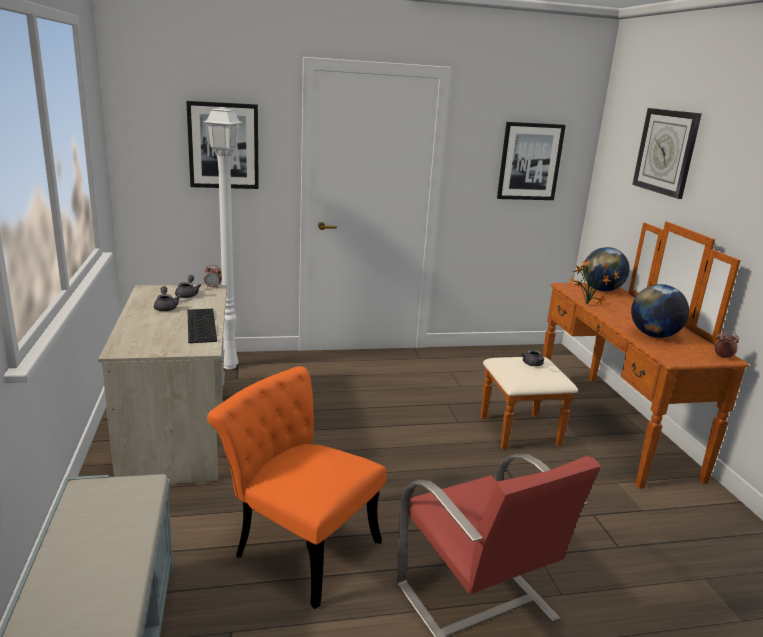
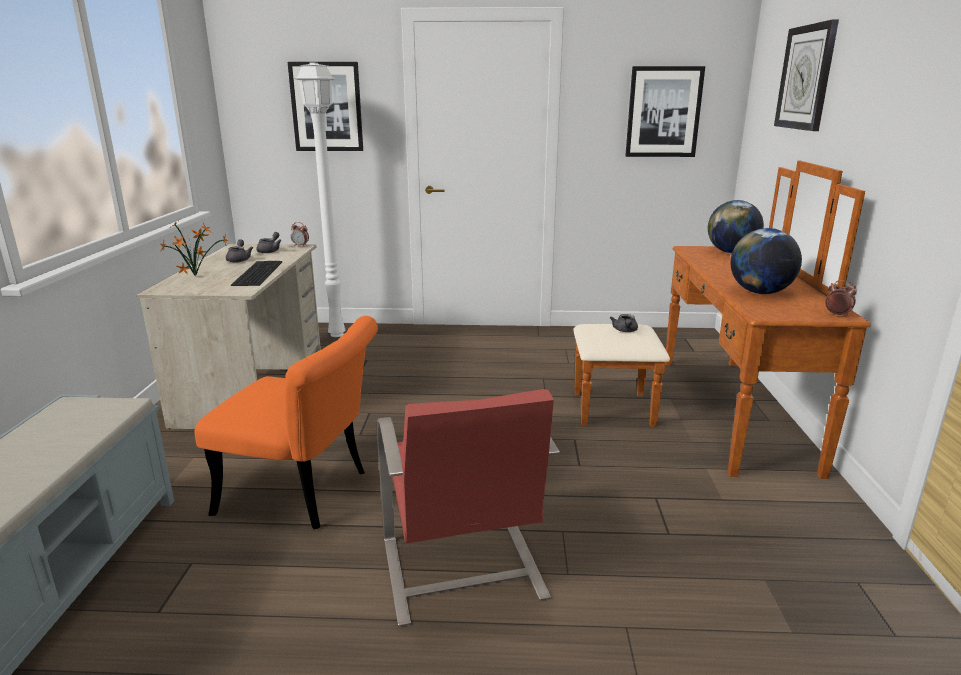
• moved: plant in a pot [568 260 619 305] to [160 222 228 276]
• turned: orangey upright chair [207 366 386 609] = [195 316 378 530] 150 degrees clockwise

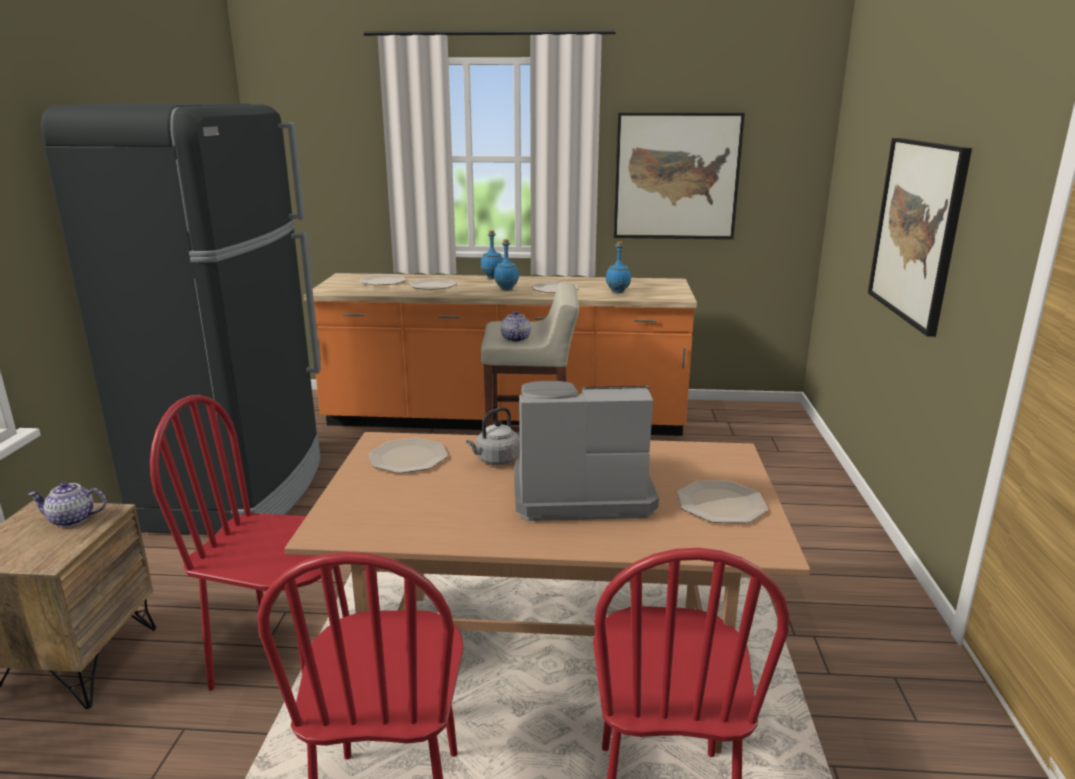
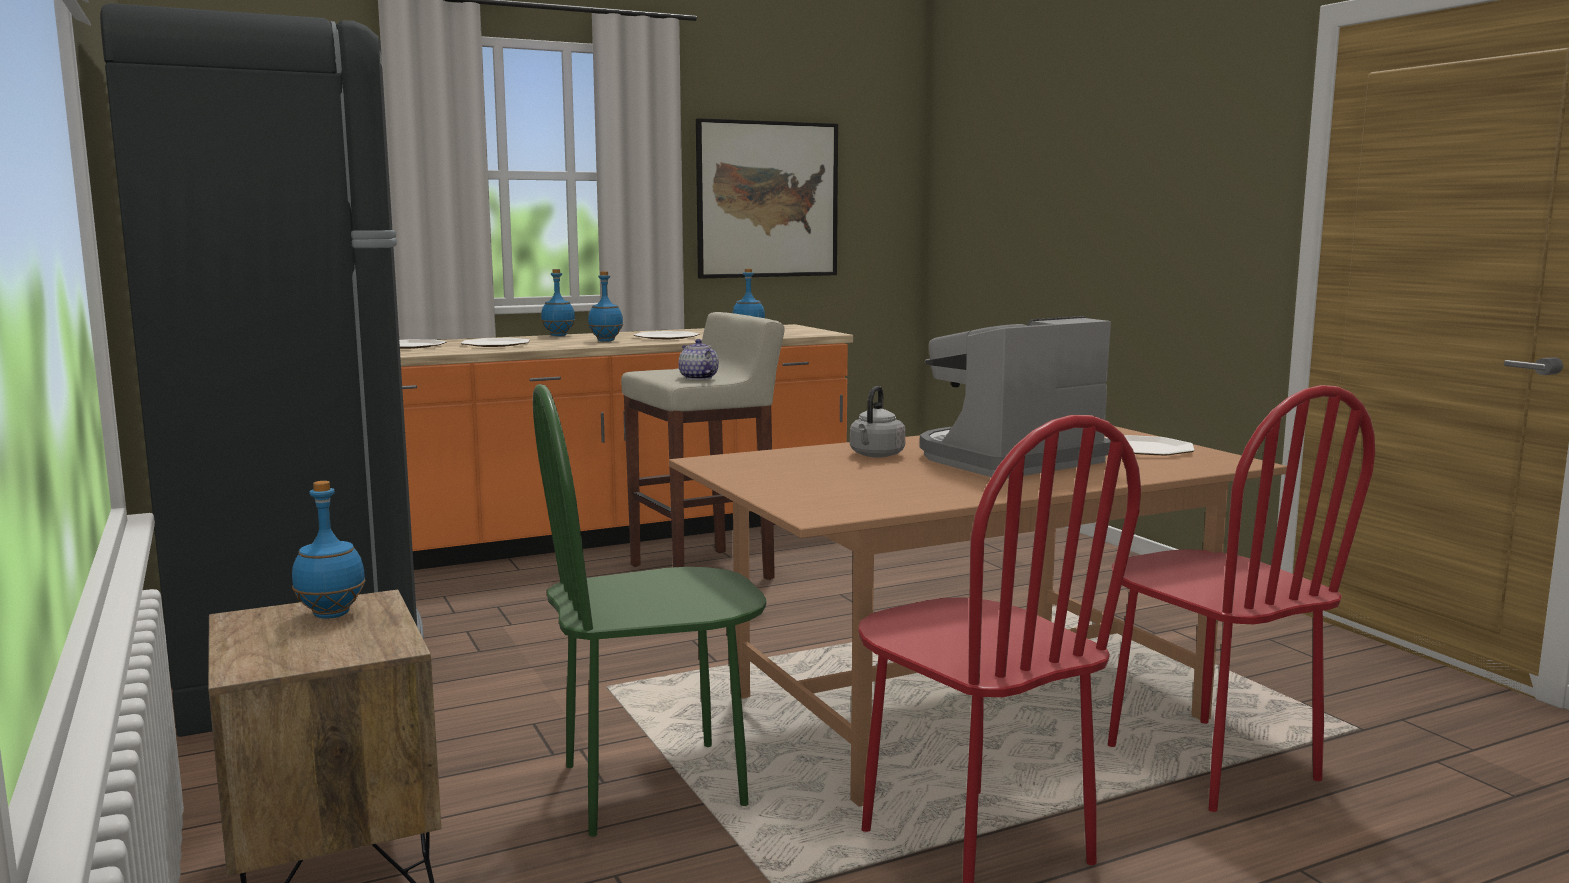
• removed: plate [369 438 448 473]
• removed: picture [868 138 972 337]
• replaced: pot for tea [28 482 106 527] to bluish drink bottle [292 481 366 619]
• recoloured: red-coloured upright chair [150 395 349 691] to green-coloured upright chair [533 384 767 837]

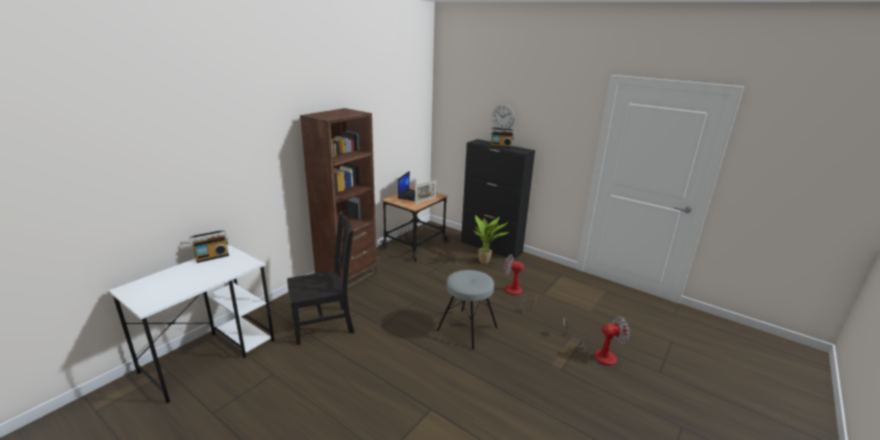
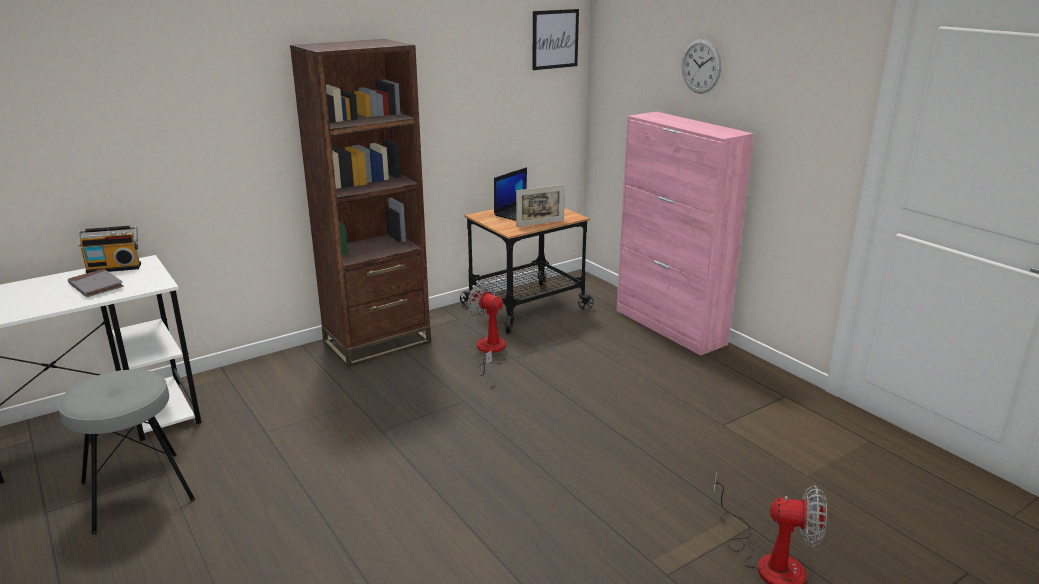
• removed: black upright chair [287 211 355 345]
• removed: plant in a pot [473 216 509 264]
• removed: radio receiver [491 127 515 148]
• added: grey book [68 269 124 297]
• added: picture [532 9 579 70]
• moved: grey stool [436 270 498 350] to [58 370 195 535]
• moved: fan [504 254 536 311] to [467 281 508 376]
• recoloured: black cabinet [461 139 535 259] to pinkish cabinet [617 112 754 356]

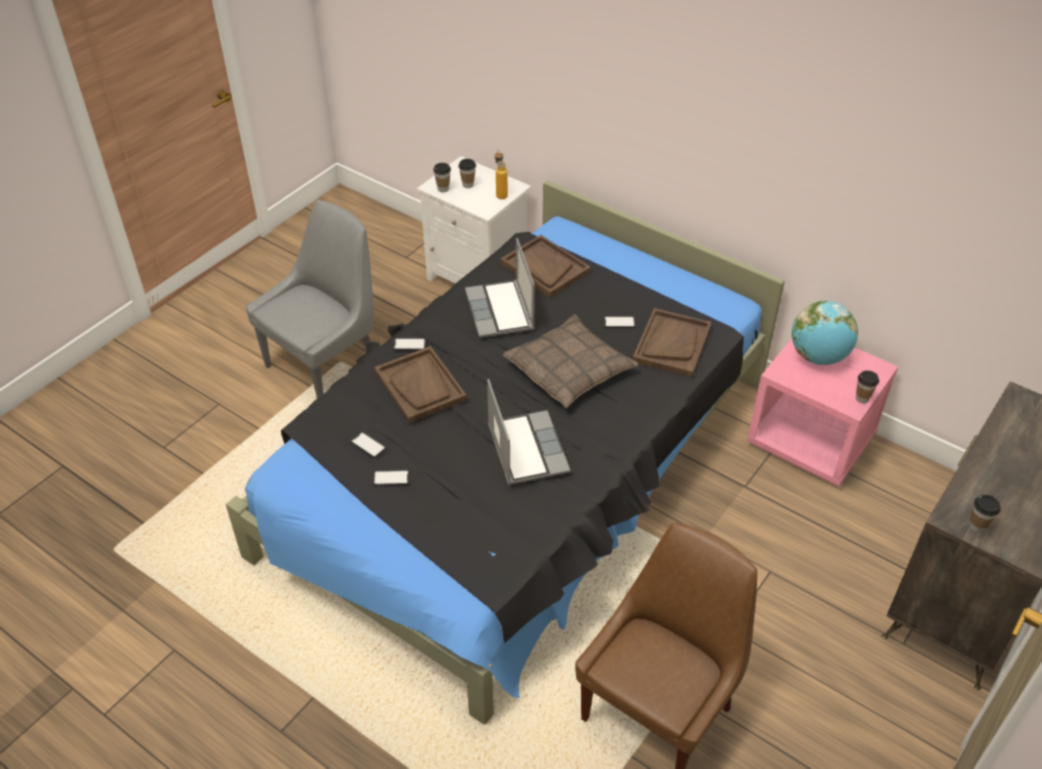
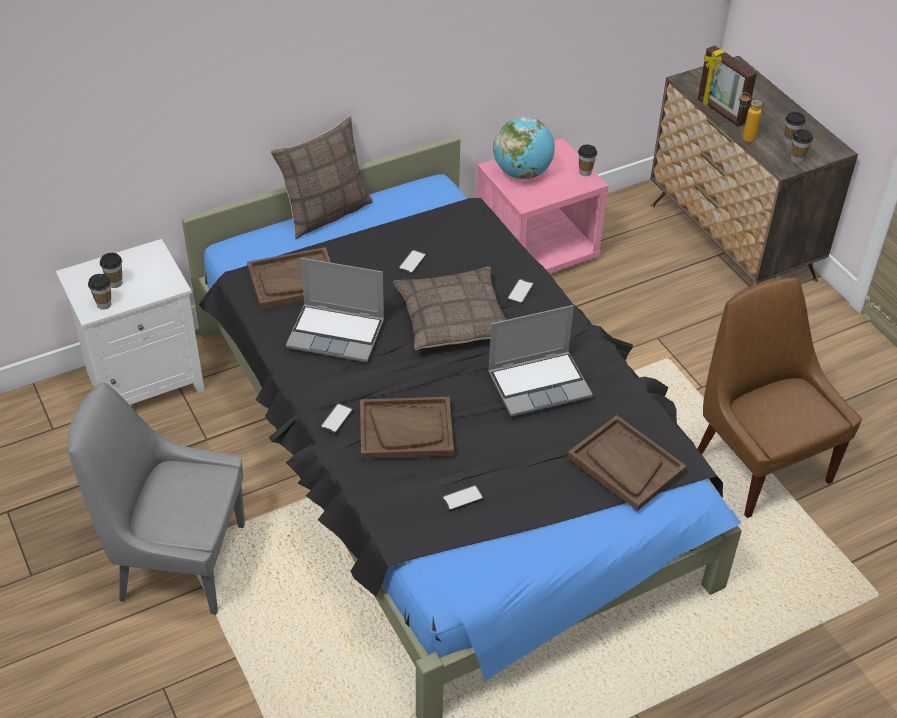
• added: cushion [271 117 373 239]
• added: standing frame [698 45 757 127]
• added: small cup [784 112 806 145]
• moved: telephone [373 470 410 486] to [507 278 534 304]
• moved: drink bottle [495 151 508 199] to [739 93 762 143]
• moved: brownish serving tray [633 308 712 377] to [567 415 687 511]
• turned: grey upright chair [246 200 374 398] = [68 382 245 615] 60 degrees counterclockwise
• turned: notebook computer [487 379 570 485] = [488 305 593 417] 150 degrees clockwise

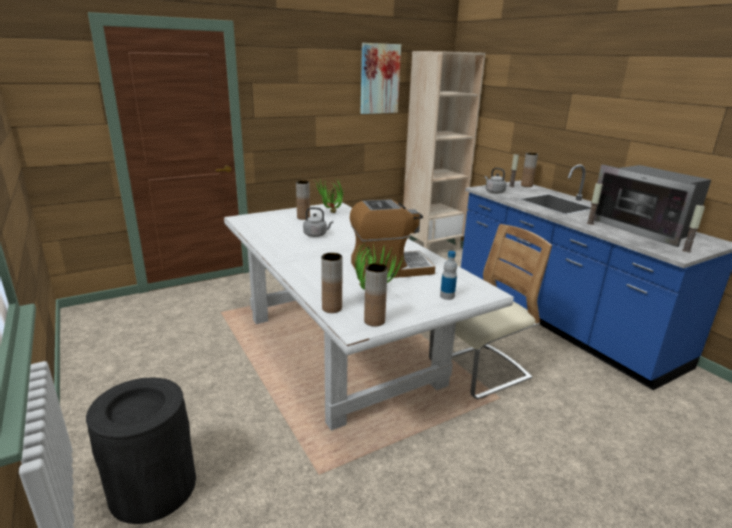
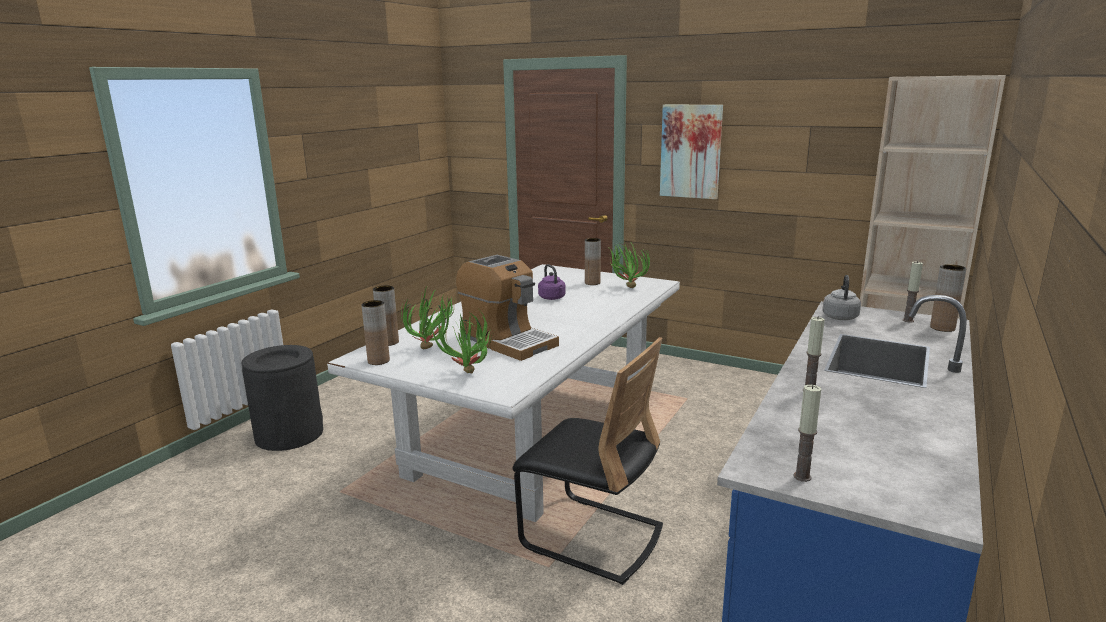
• removed: microwave [594 165 711 247]
• moved: picture [361 43 401 114] to [660 105 723 199]
• replaced: drink bottle [440 251 457 300] to plant in a pot [431 312 493 373]
• recoloured: grey kettle [303 207 333 237] to purplish kettle [538 264 566 300]
• recoloured: beige-coloured upright chair [429 224 552 399] to black upright chair [513 337 663 585]

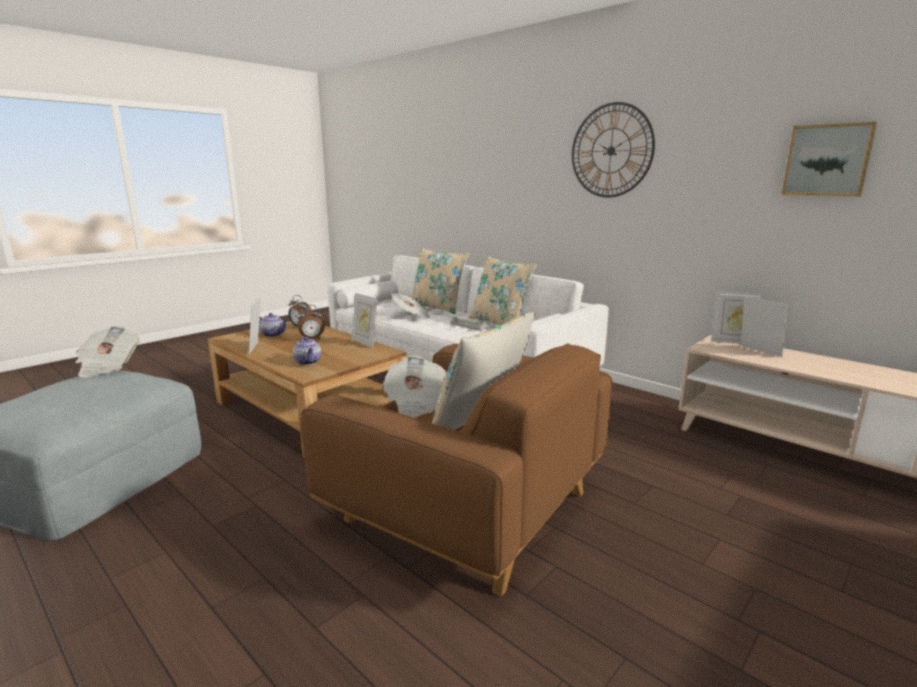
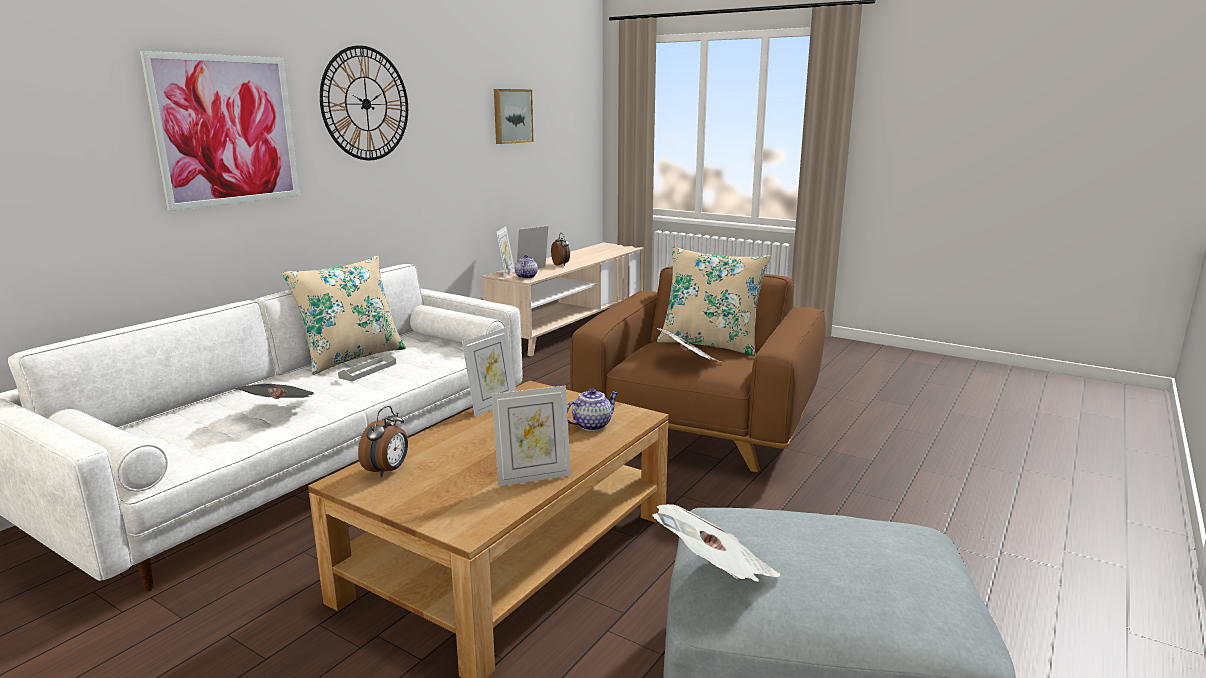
• removed: beige-coloured cushion [411 248 469 314]
• added: picture [140 51 300 211]
• moved: pot for tea [259 313 288 337] to [515 255 538 279]
• moved: alarm clock [297 305 325 339] to [551 233 570 266]

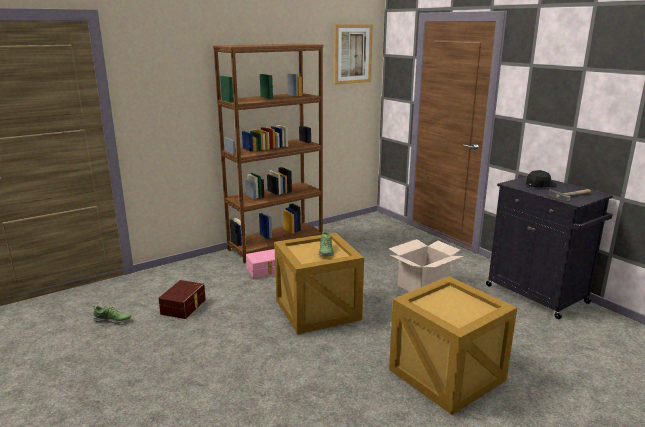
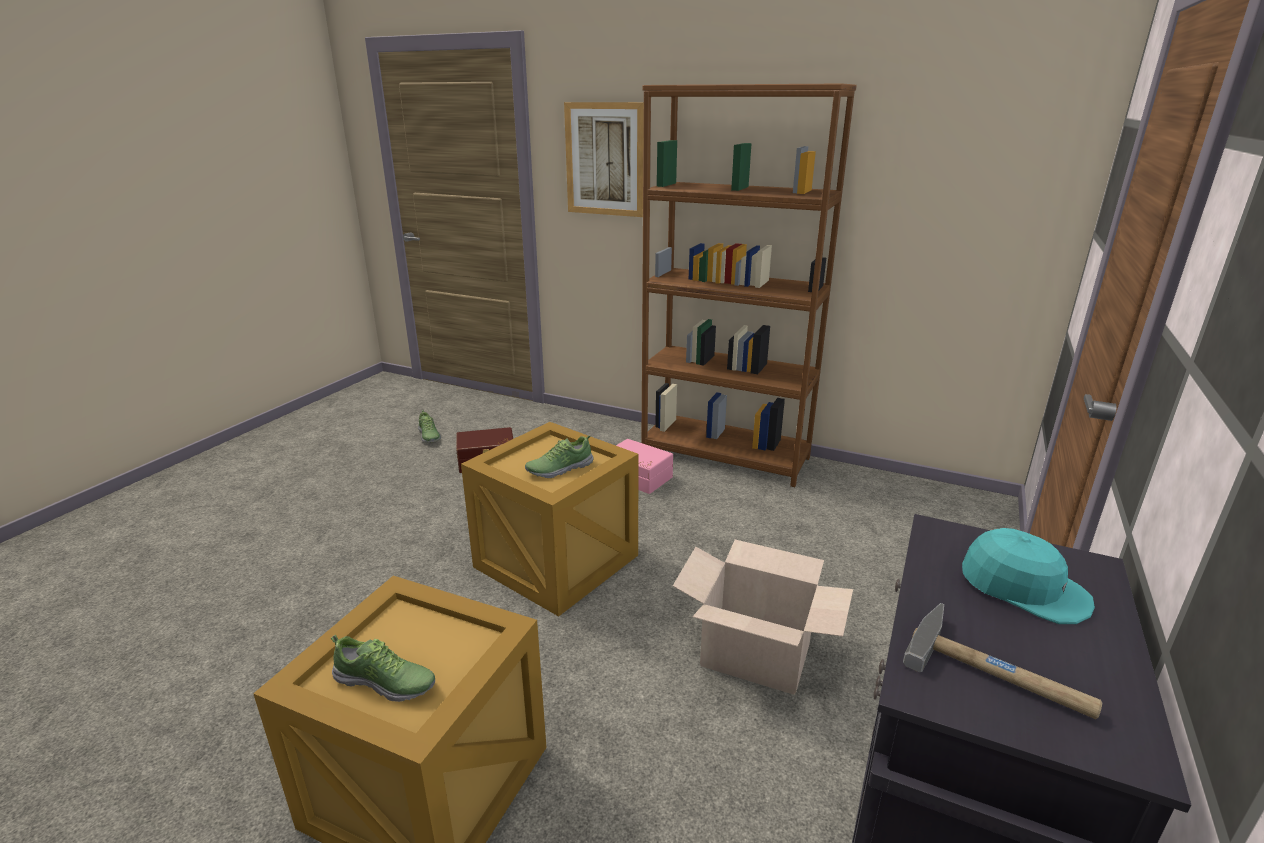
• added: low shoe [331 635 435 702]
• moved: picture [334 25 373 85] to [564 102 644 217]
• recoloured: black cap [526 170 557 187] to turquoise-coloured cap [962 528 1095 624]

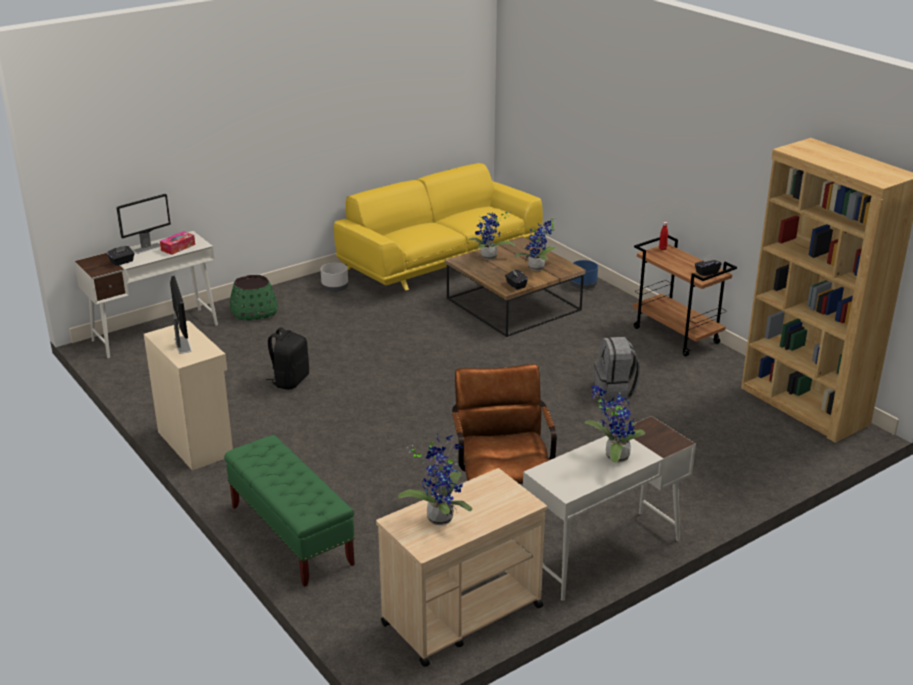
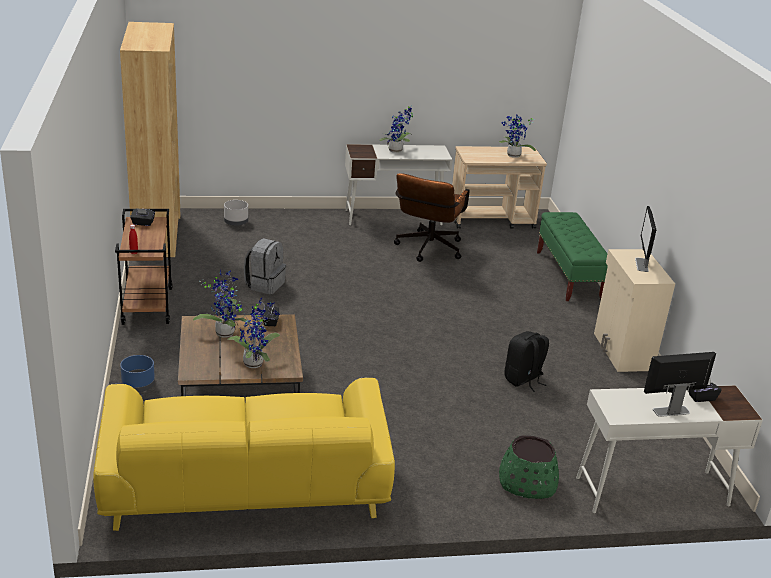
• removed: box of tissues [160 231 195 255]
• moved: grey flower pot [321 263 348 292] to [224 200 248 226]

